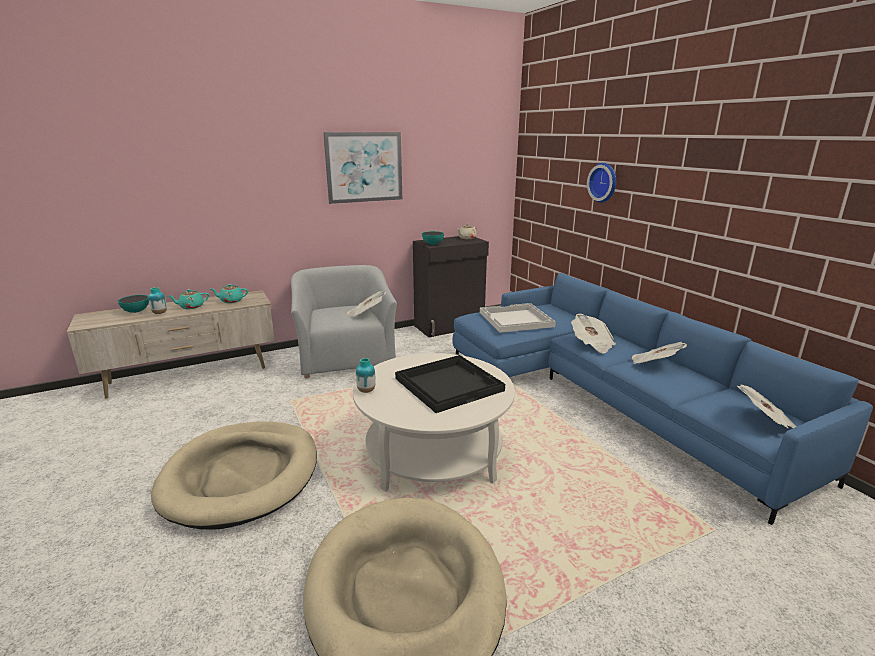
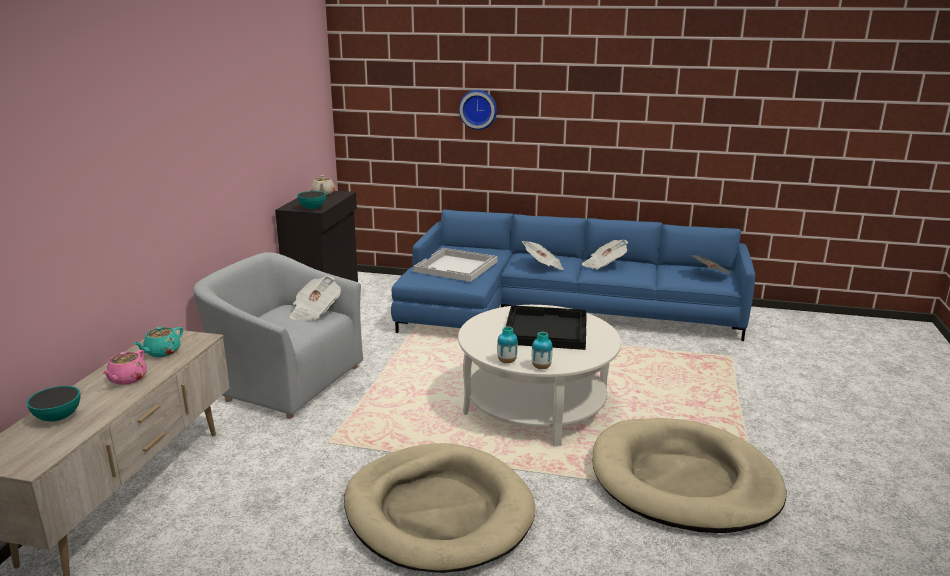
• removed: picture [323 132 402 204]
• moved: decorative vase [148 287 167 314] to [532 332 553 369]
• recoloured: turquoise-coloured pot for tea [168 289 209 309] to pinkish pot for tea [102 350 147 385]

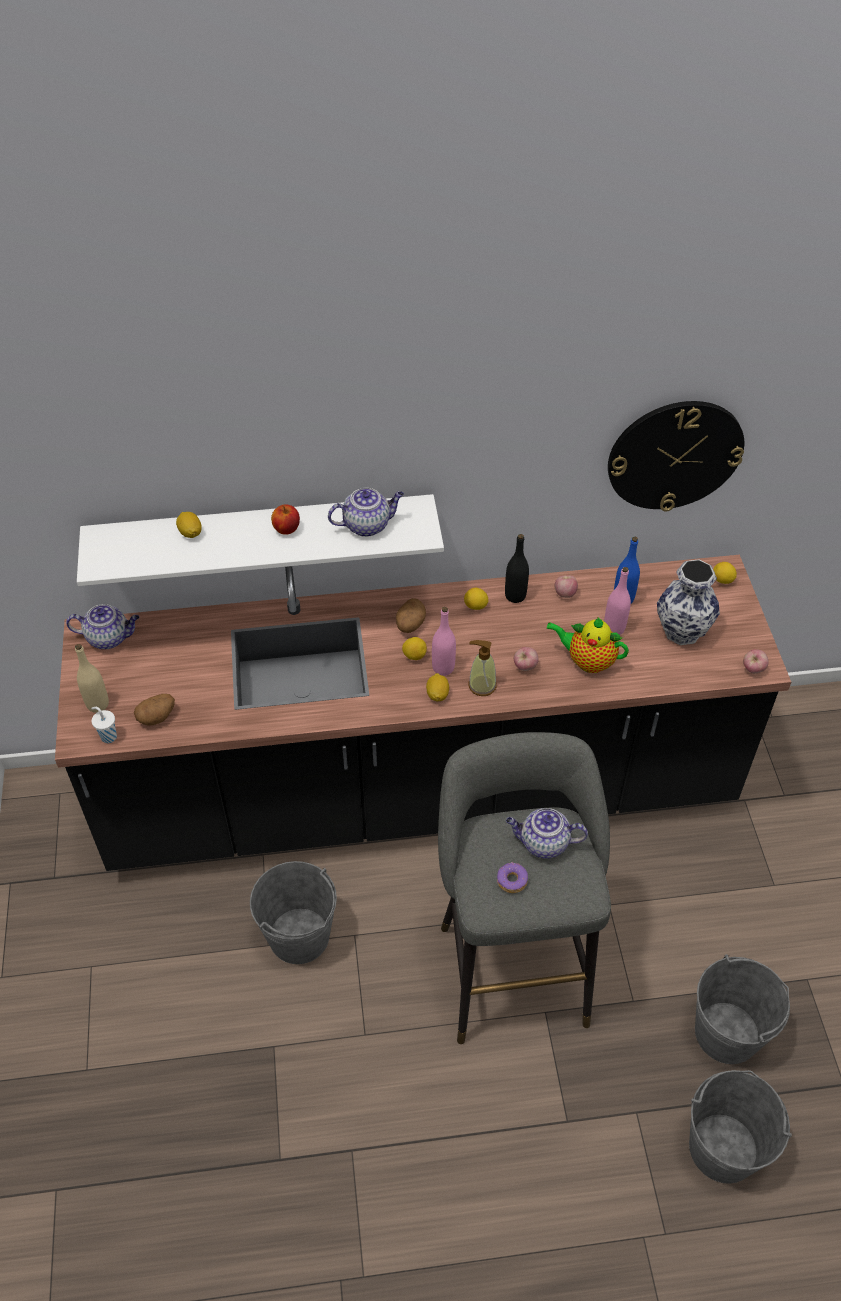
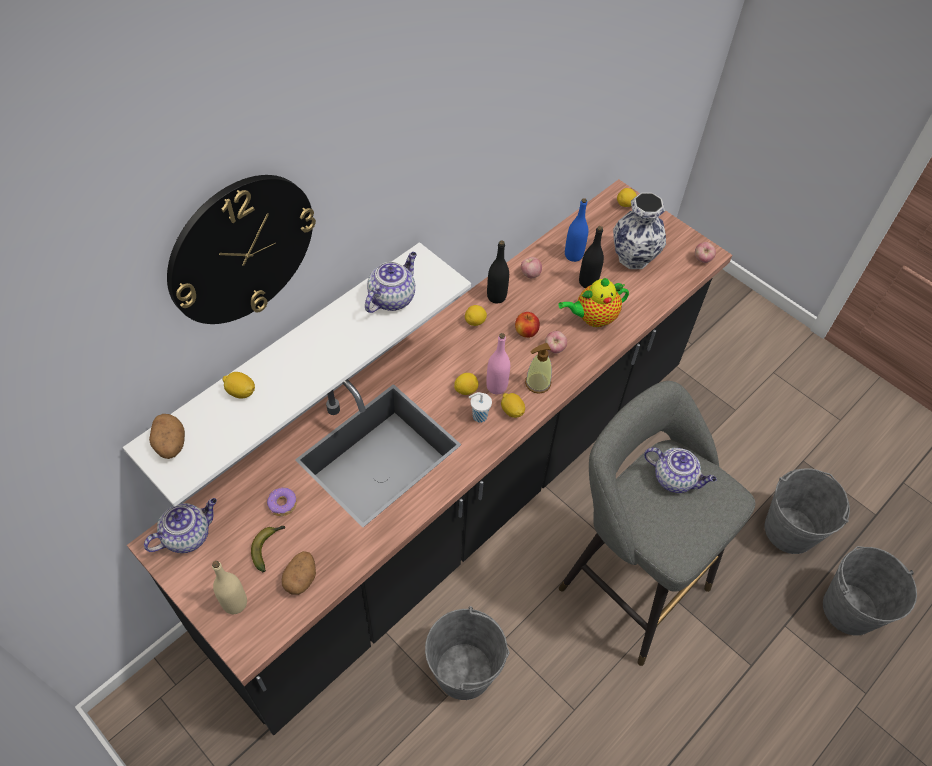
• added: whole banana [251 526 285 572]
• moved: whitish small cup [91 707 117 743] to [469 392 492 423]
• moved: apple fruit [271 504 300 535] to [515 312 540 338]
• moved: whole potato [396 598 426 633] to [149 414 185 459]
• moved: donut [497 862 528 893] to [267 487 297 516]
• moved: hanging clock [608 401 744 511] to [167 175 316 324]
• recoloured: pinkish drink bottle [604 567 631 635] to black drink bottle [579 226 604 288]
• turned: pot for tea [506 808 588 859] = [644 447 717 493] 120 degrees counterclockwise

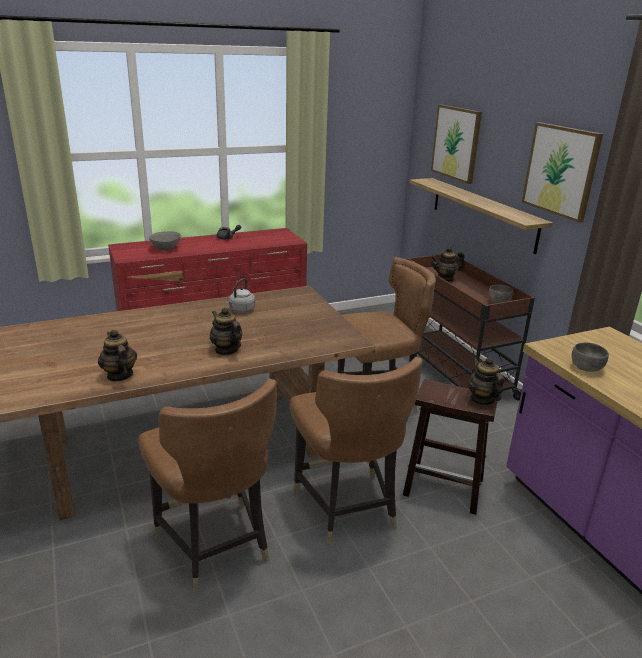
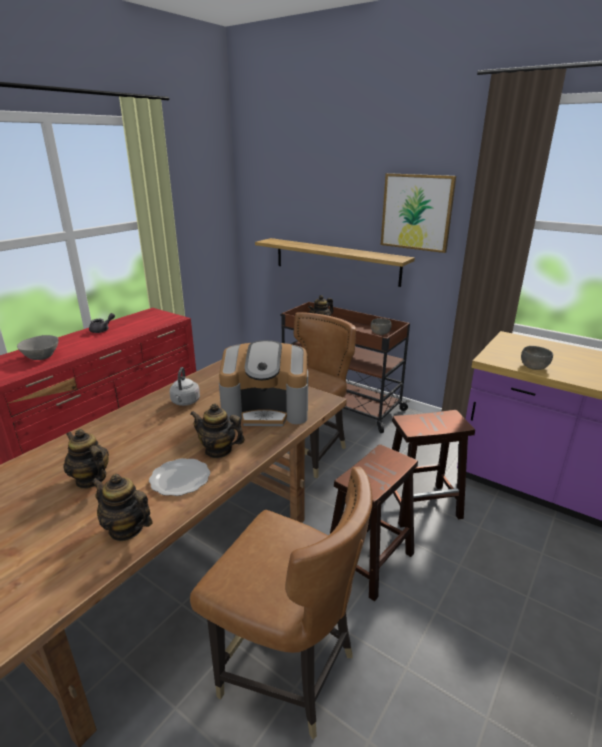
• removed: picture [431 105 482 184]
• added: plate [149 458 210 496]
• added: coffee maker [219 340 308 426]
• moved: pot for tea [468 357 504 406] to [64 429 109 489]
• replaced: brownish upright chair [290 357 423 544] to brownish stool [330 444 418 601]

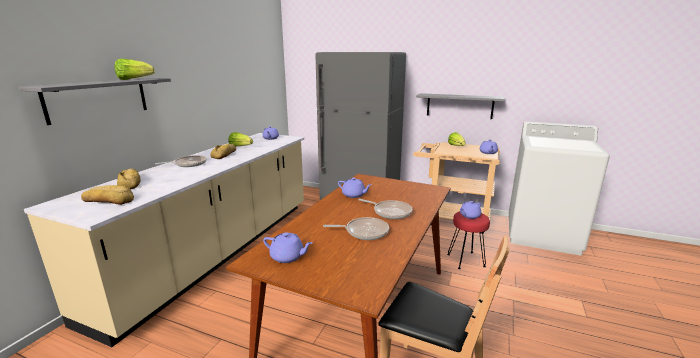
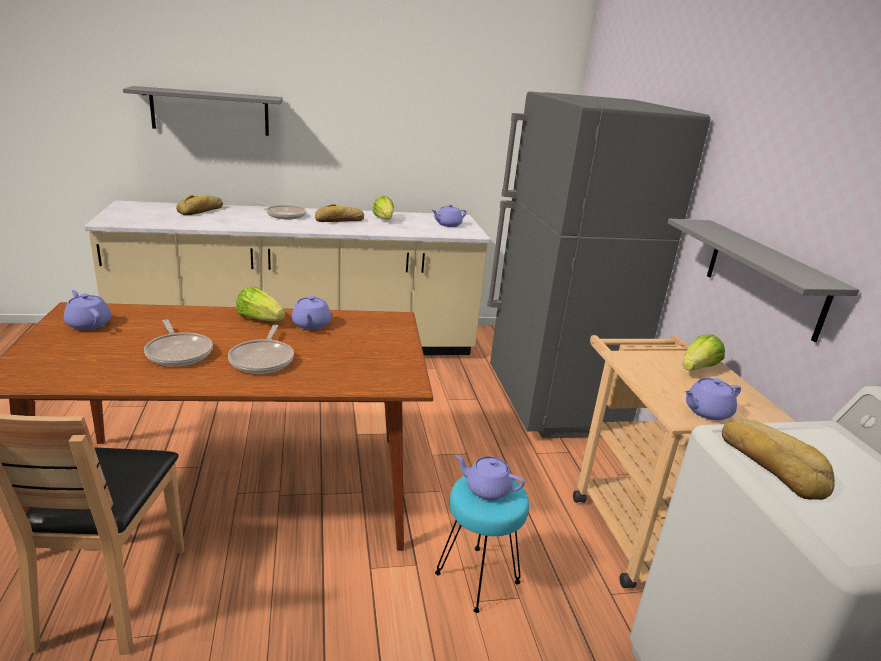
• moved: bakery bread [81 185 134 205] to [722 420 835 500]
• moved: lettuce [115 59 155 80] to [236 287 285 321]
• recoloured: red-coloured stool [447 211 490 269] to turquoise-coloured stool [435 476 529 613]
• turned: purplish pot for tea [263 233 313 263] = [64 290 111 330] 150 degrees clockwise

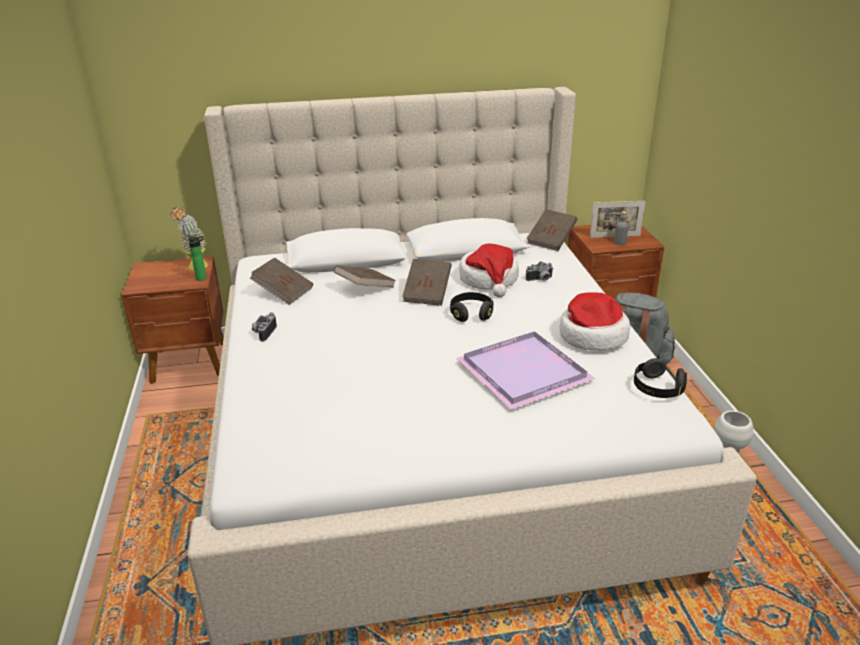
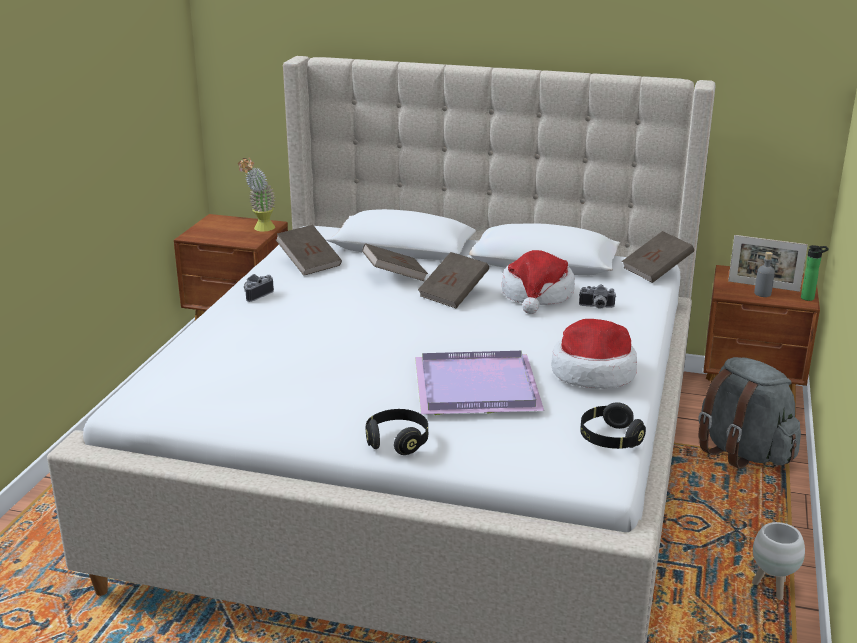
• moved: drink bottle [188 236 207 281] to [801 245 829 301]
• moved: black headphones [450 292 493 322] to [366 409 428 455]

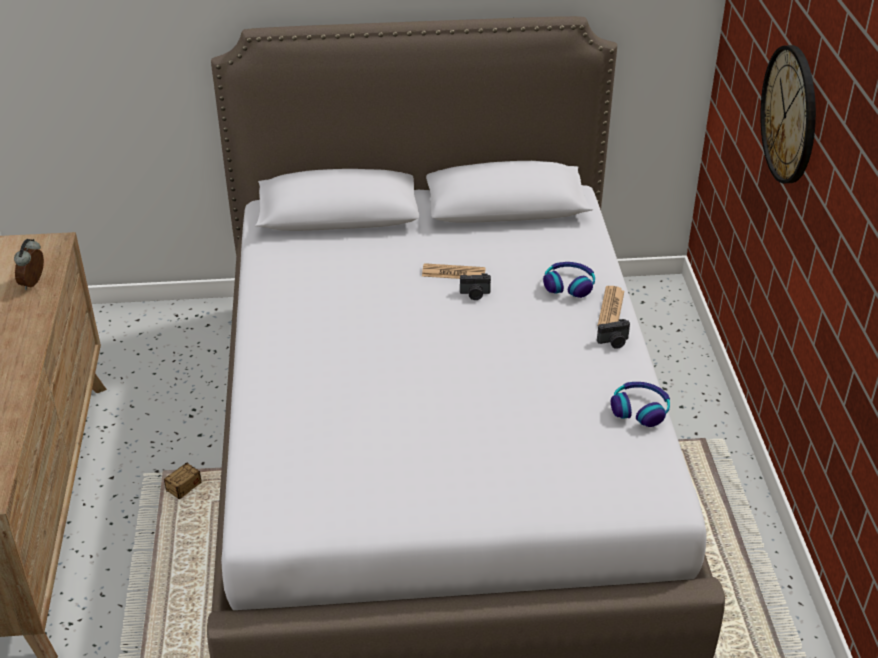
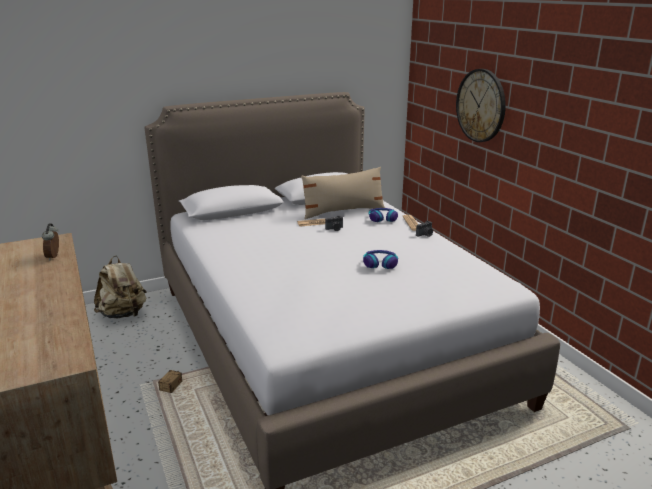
• added: beige-coloured rucksack [94 255 147 318]
• added: beige-coloured cushion [301 167 385 219]
• moved: headphones [611 382 670 427] to [363 250 398 269]

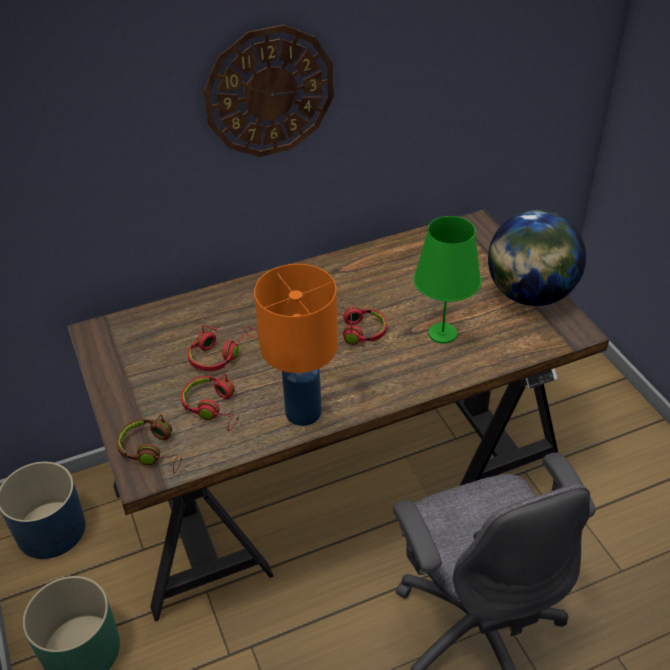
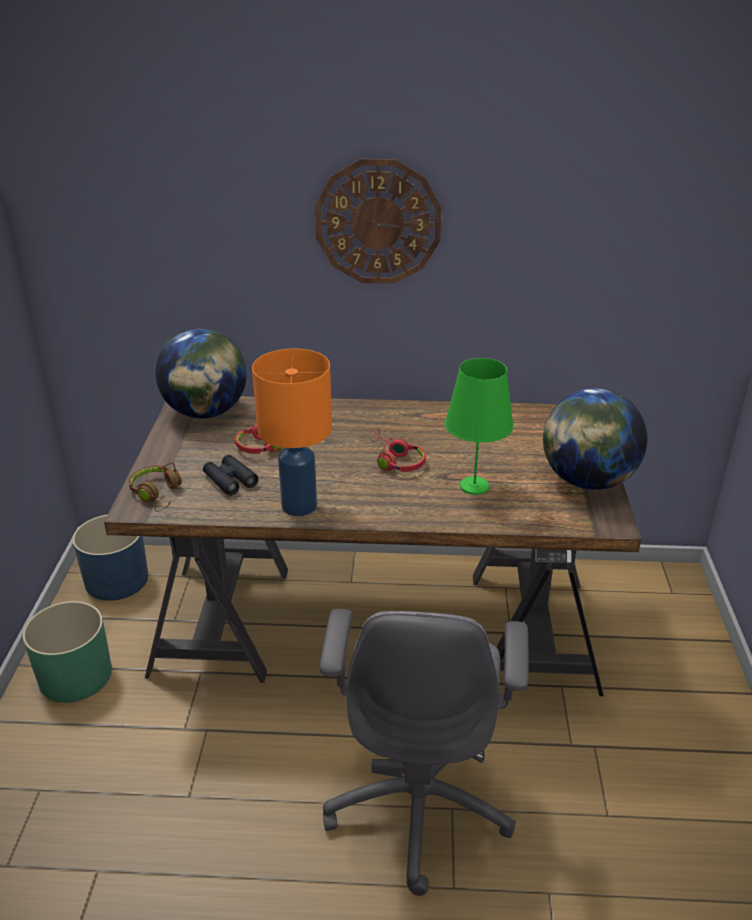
• added: globe [155 329 247 418]
• replaced: red-coloured headphones [181 374 239 431] to black binoculars [203 455 258 496]

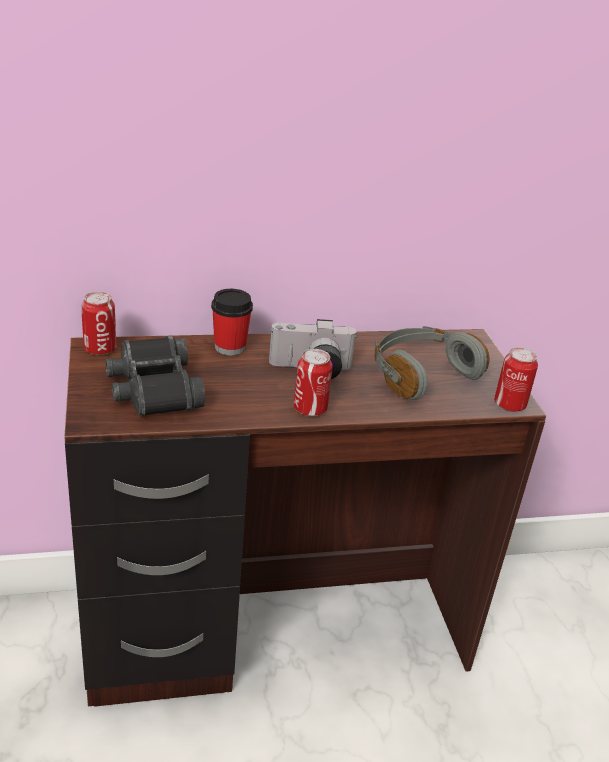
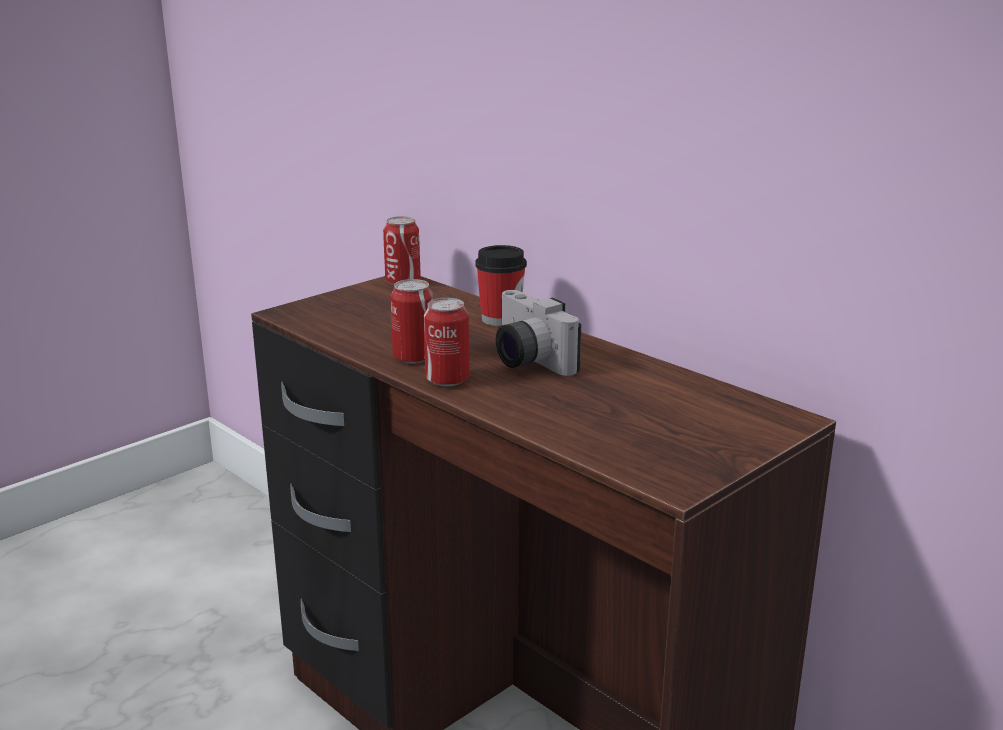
• removed: black binoculars [105 335 205 416]
• removed: grey headphones [375 326 489 400]
• moved: can [494 347 538 412] to [391 279 433 364]

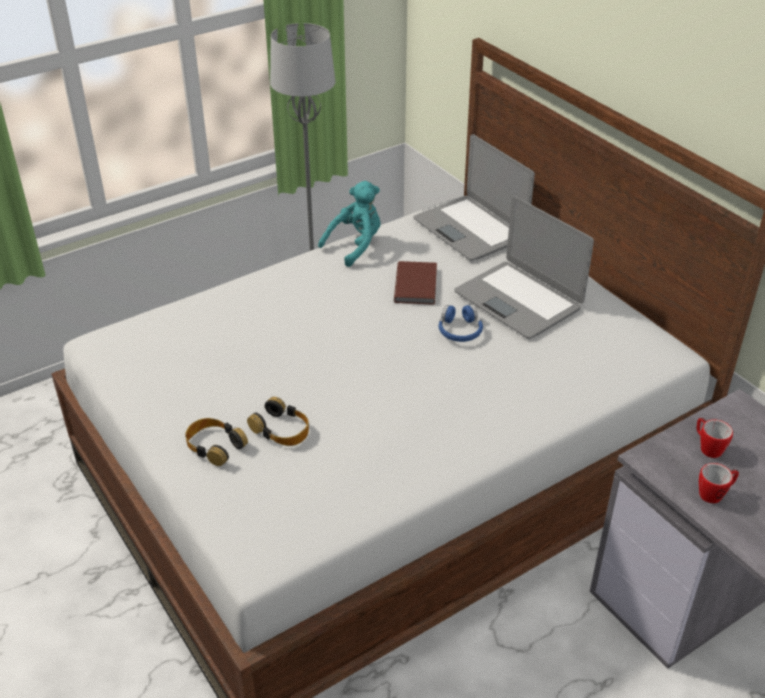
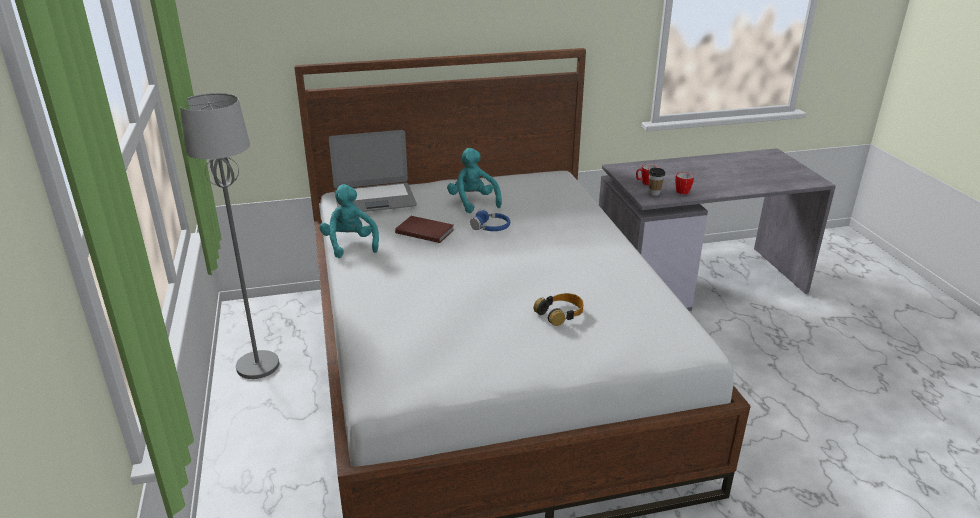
• removed: headphones [185 418 248 466]
• added: small cup [648 168 665 196]
• replaced: notebook computer [454 196 594 339] to turquoise-coloured soft toy [447 148 502 213]

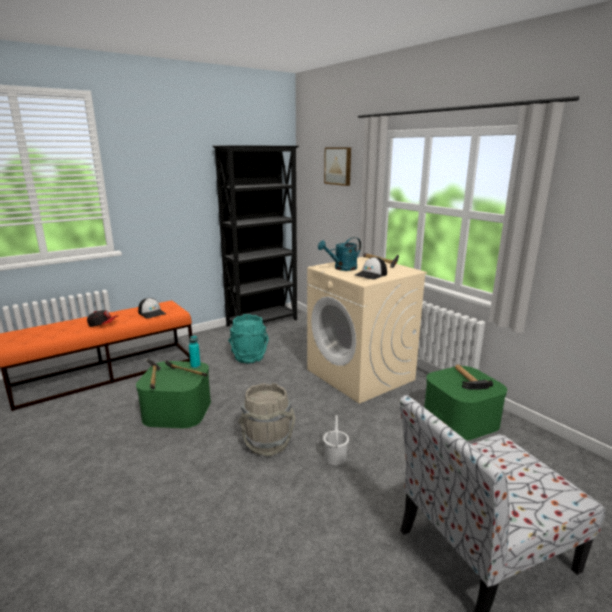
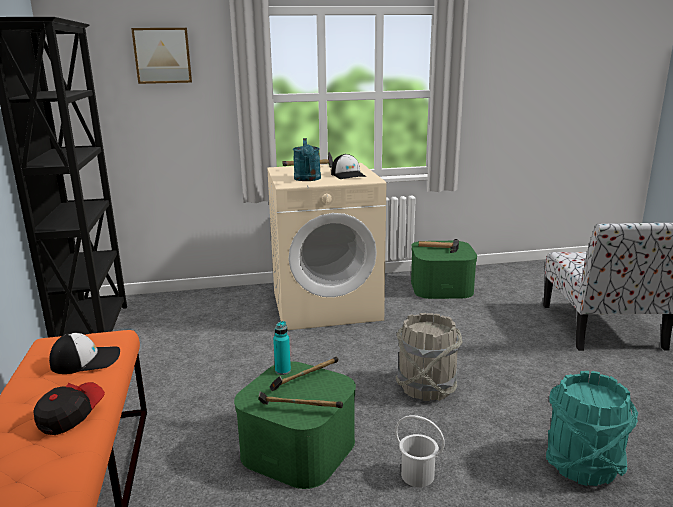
• moved: turquoise-coloured pail [228 314 269 364] to [546 371 638 486]
• moved: whitish pail [323 415 349 465] to [395 415 445 487]

